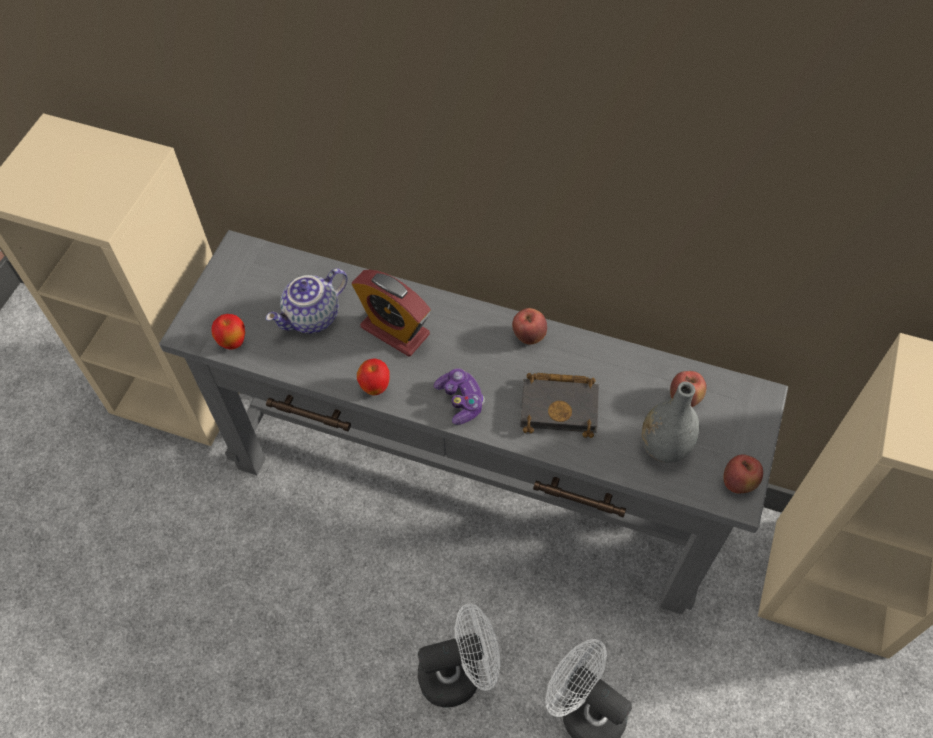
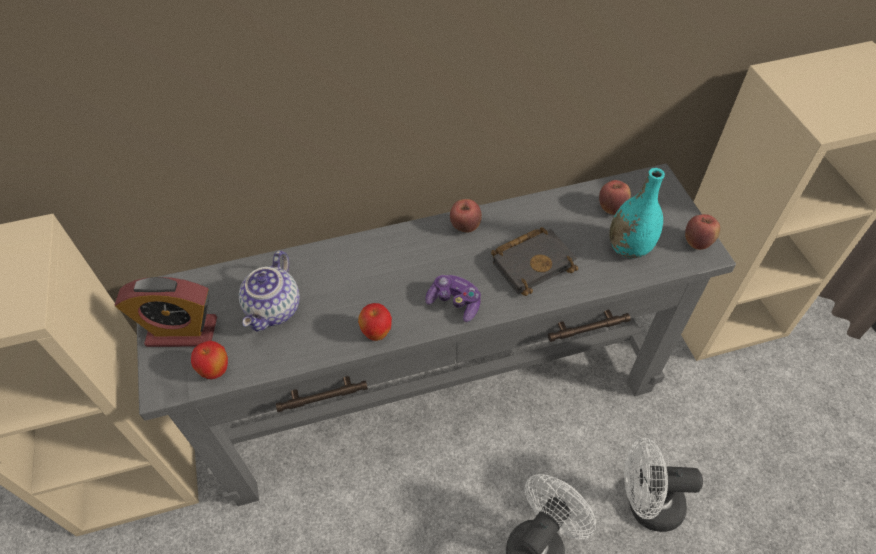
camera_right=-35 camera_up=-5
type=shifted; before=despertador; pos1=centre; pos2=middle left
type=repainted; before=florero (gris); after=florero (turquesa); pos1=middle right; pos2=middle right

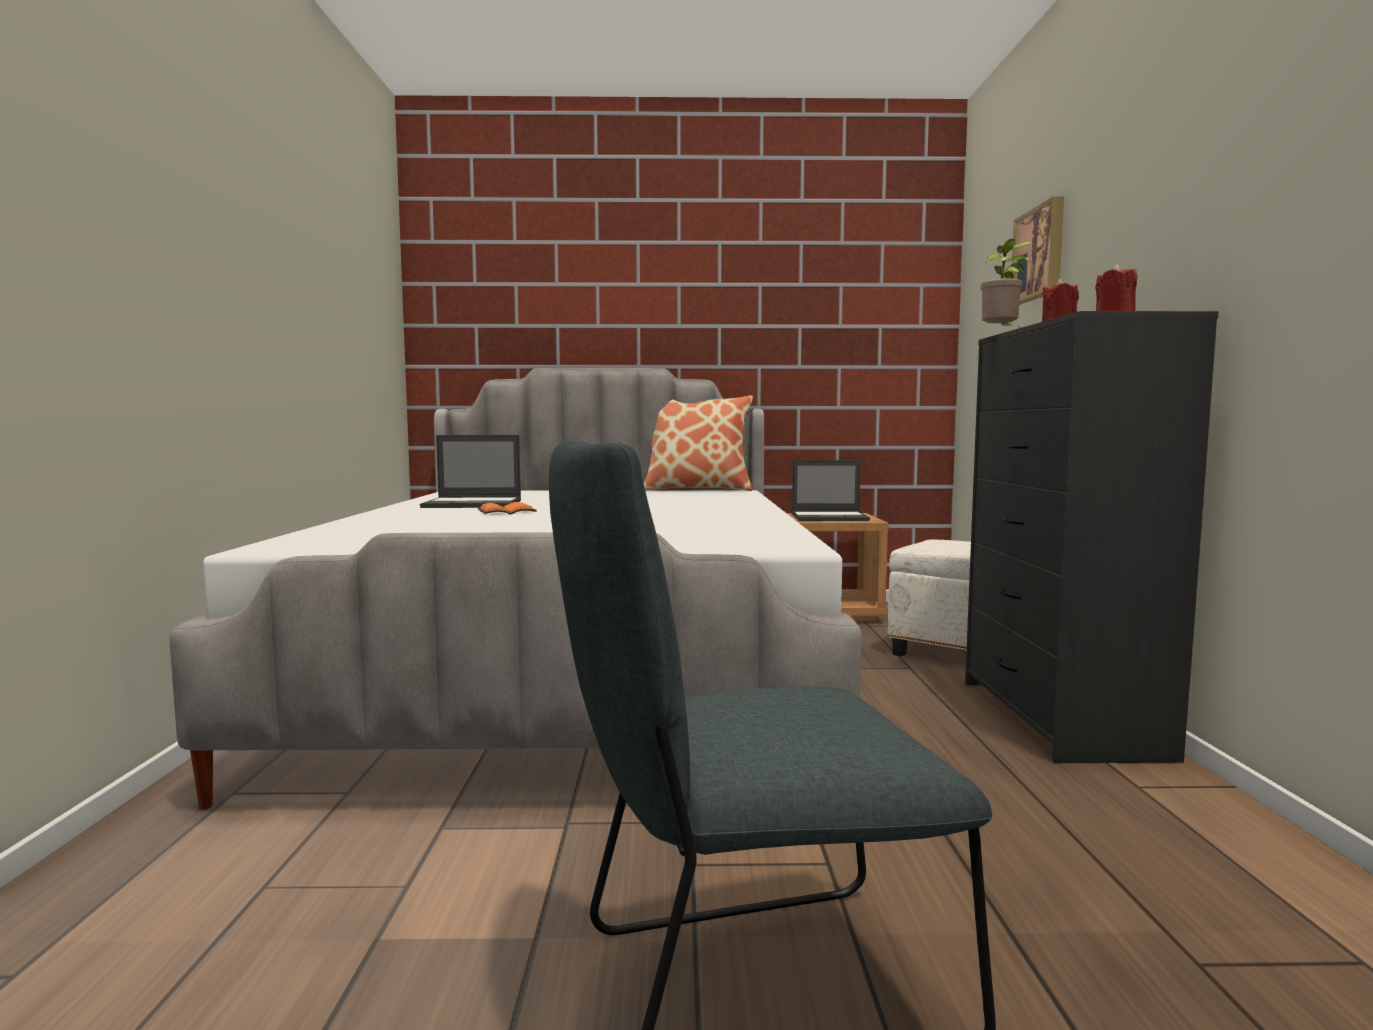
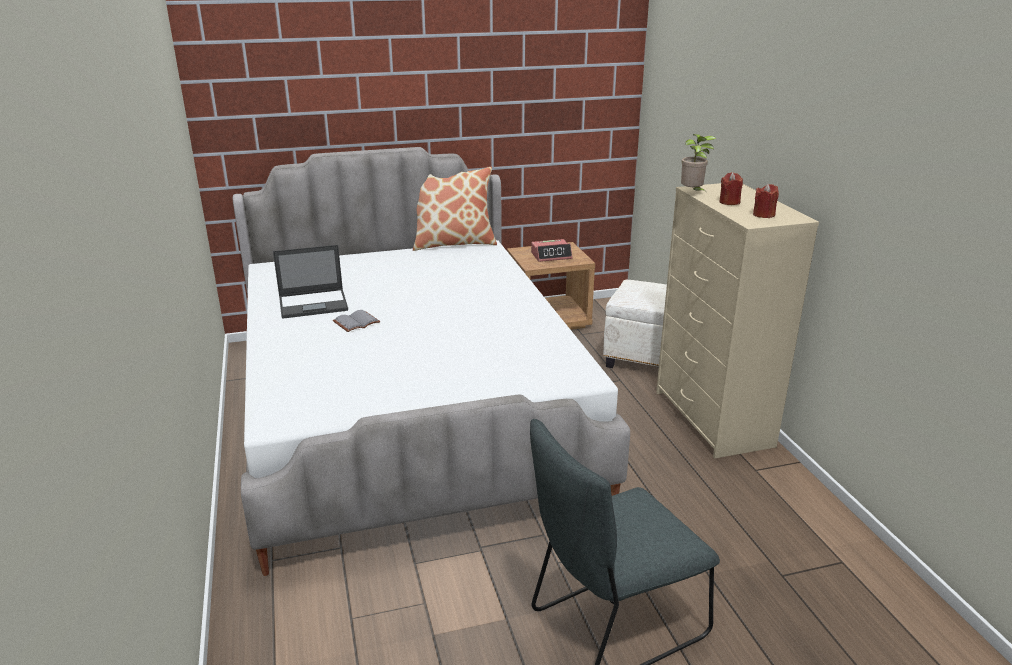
camera_right=-15 camera_up=20
type=gone; before=cuadro; pos1=top right
type=swapped; before=portátil (no. 2 from left); after=despertador; pos1=centre; pos2=centre
type=repainted; before=libro (naranja); after=libro (gris); pos1=centre; pos2=centre
type=repainted; before=cómoda (negro); after=cómoda (beis); pos1=middle right; pos2=middle right

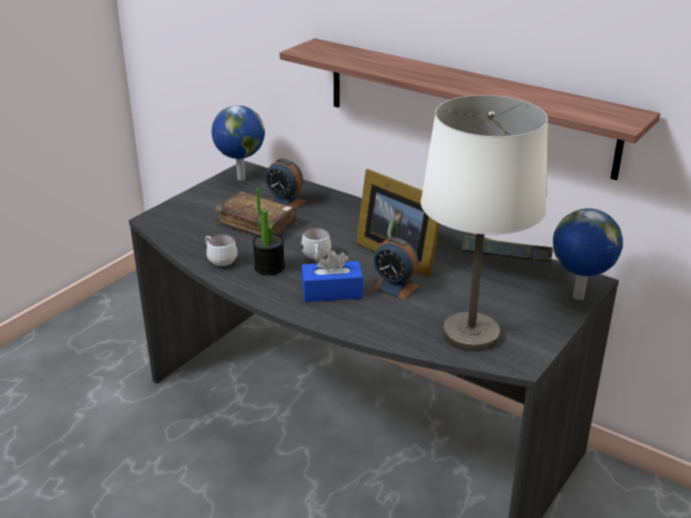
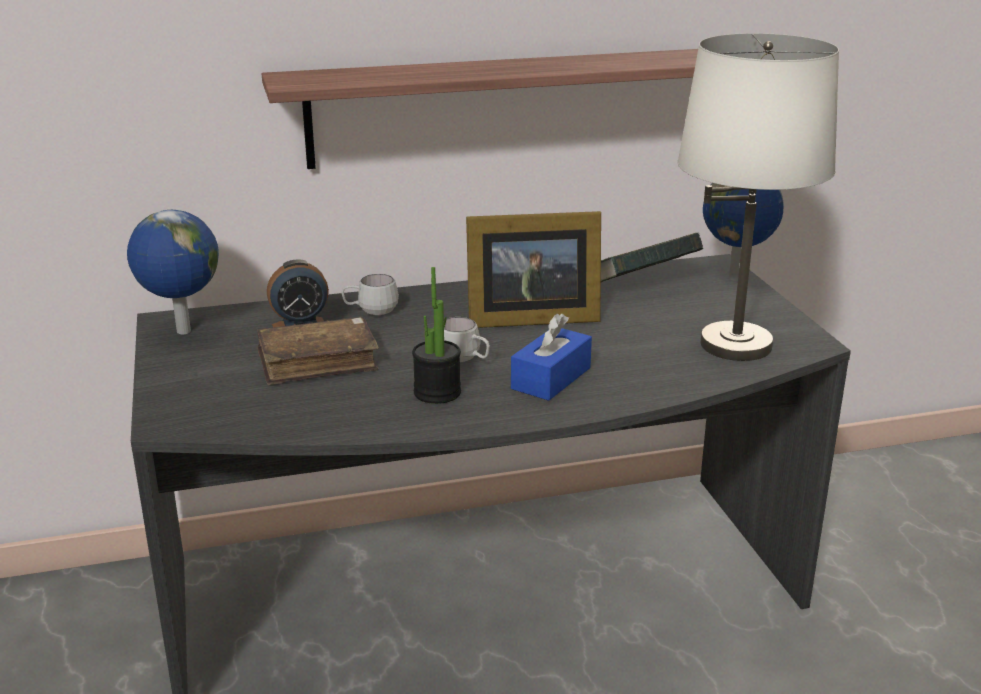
camera_right=-50 camera_up=-5
type=gone; before=despertador (no. 2 from left); pos1=centre
type=shifted; before=taza grande (blanco) (no. 1 from left); pos1=middle left; pos2=centre

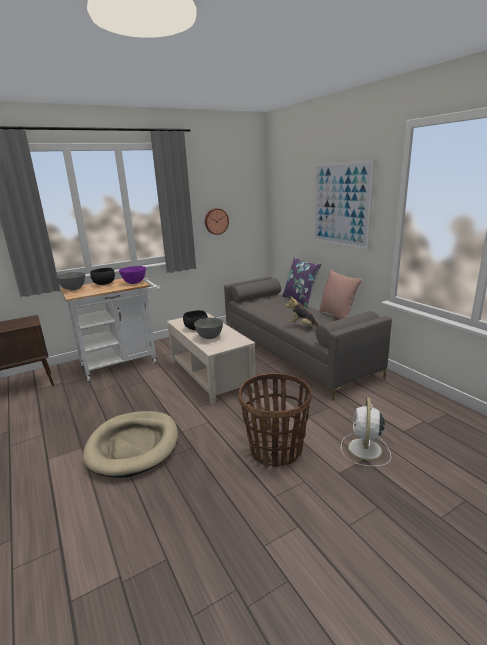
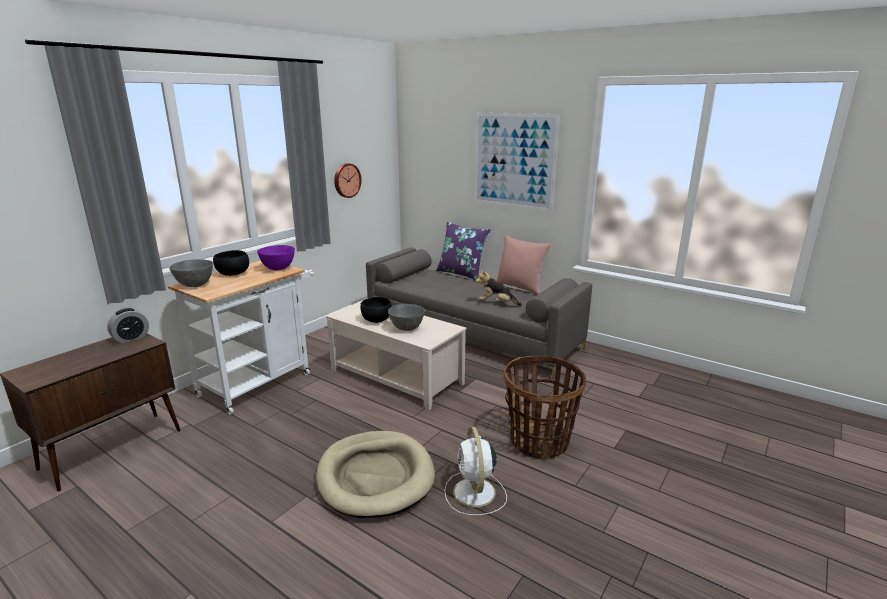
camera_right=-25 camera_up=0
type=new; after=despertador; pos2=middle left
type=shifted; before=ventilador (blanco); pos1=bottom right; pos2=bottom centre

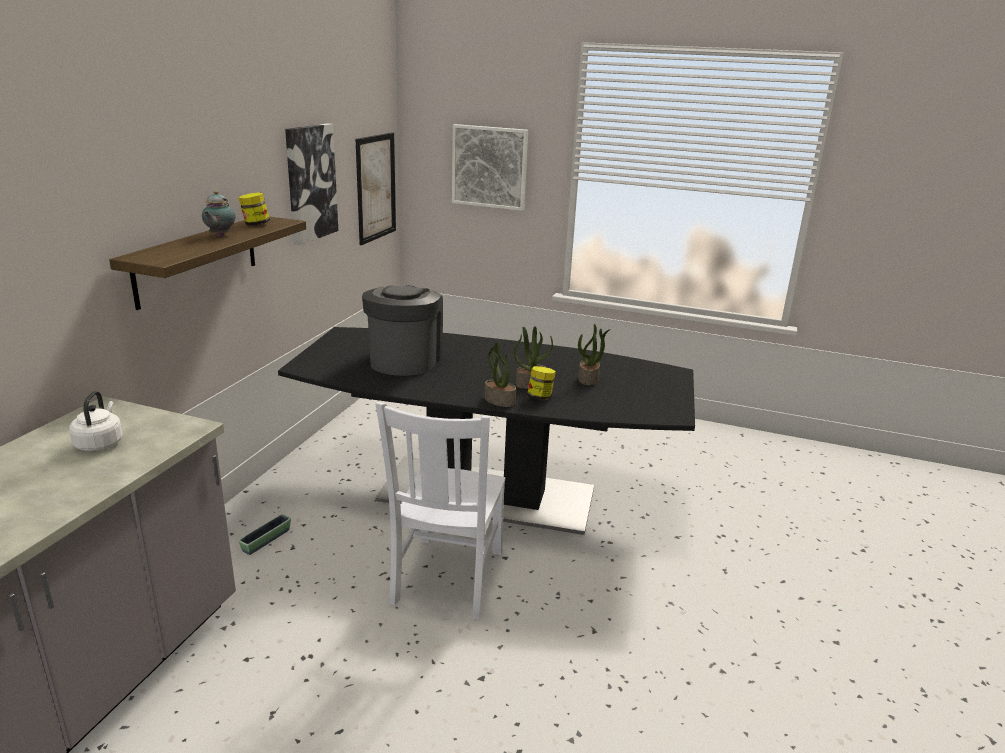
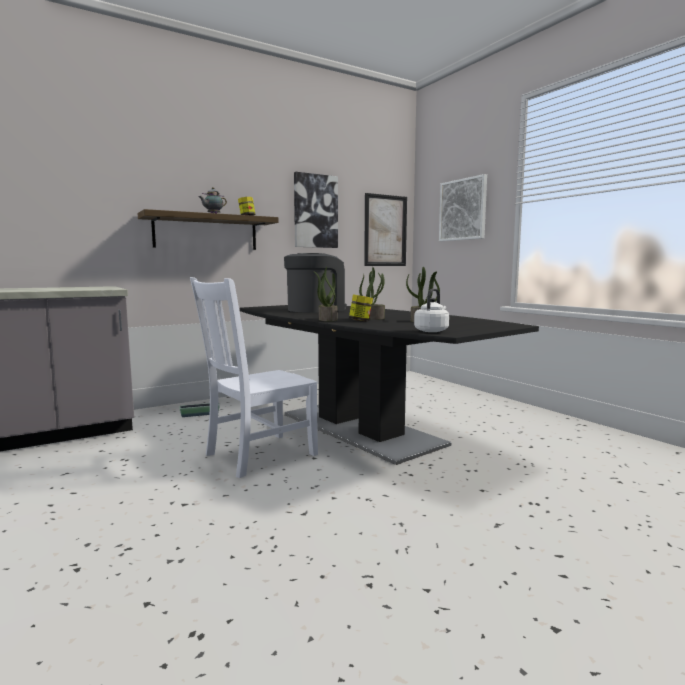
camera_right=40 camera_up=-15
type=shifted; before=hervidor (blanco); pos1=middle left; pos2=centre

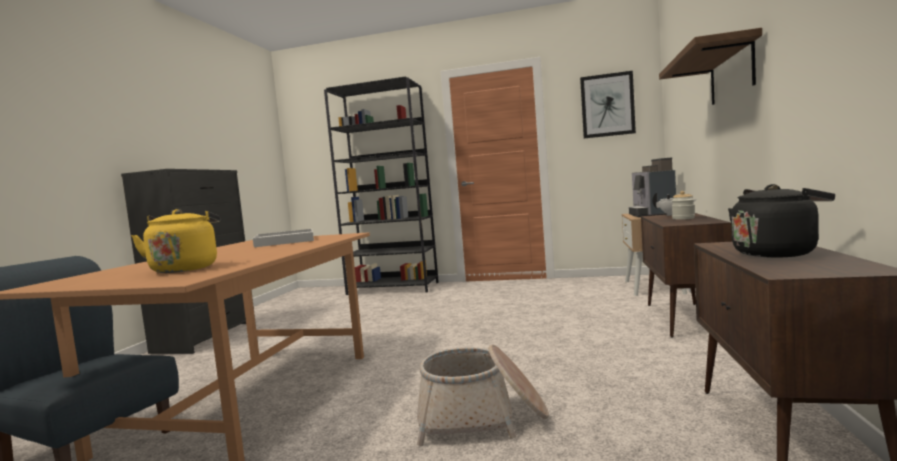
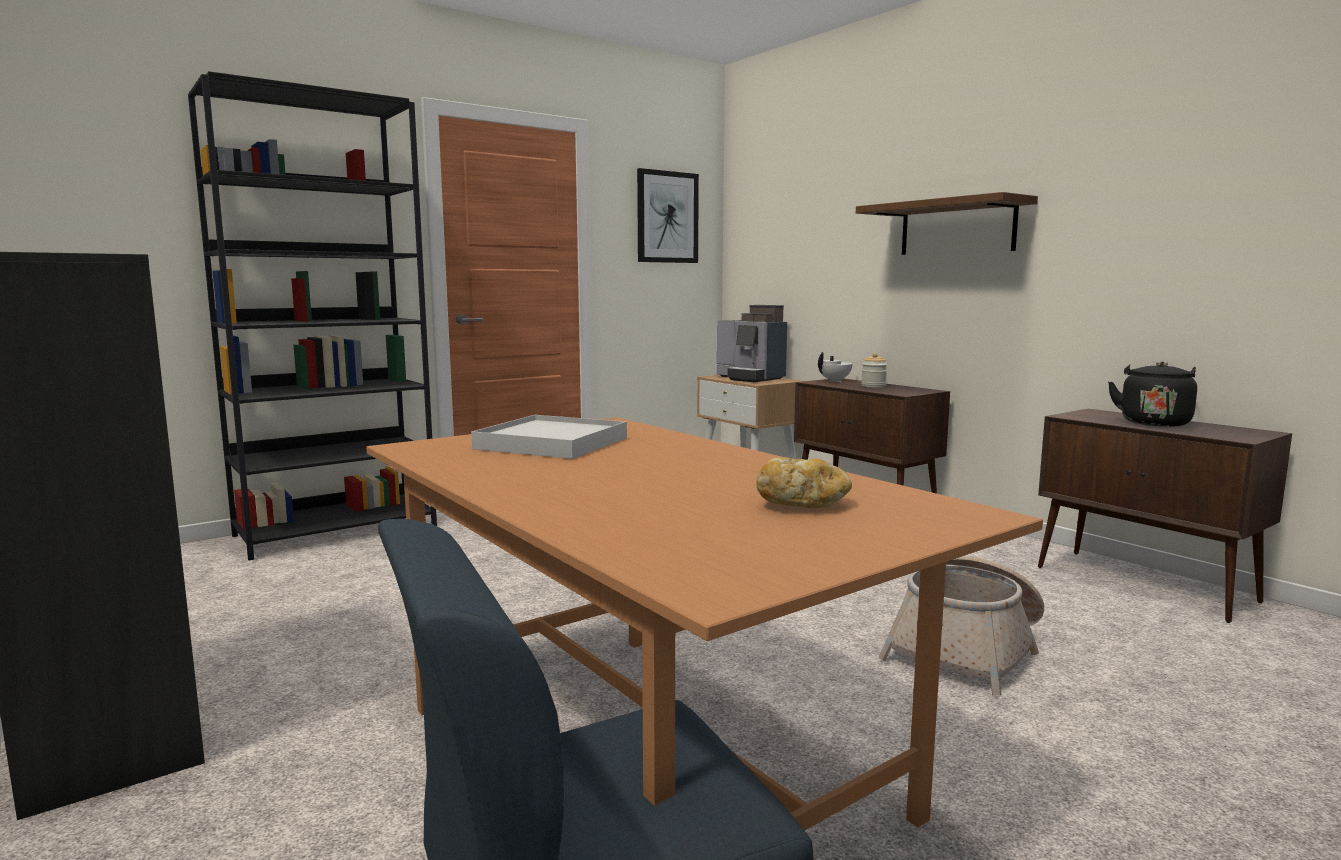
camera_right=-50 camera_up=5
type=swapped; before=hervidor (amarillo); after=pan; pos1=middle left; pos2=centre

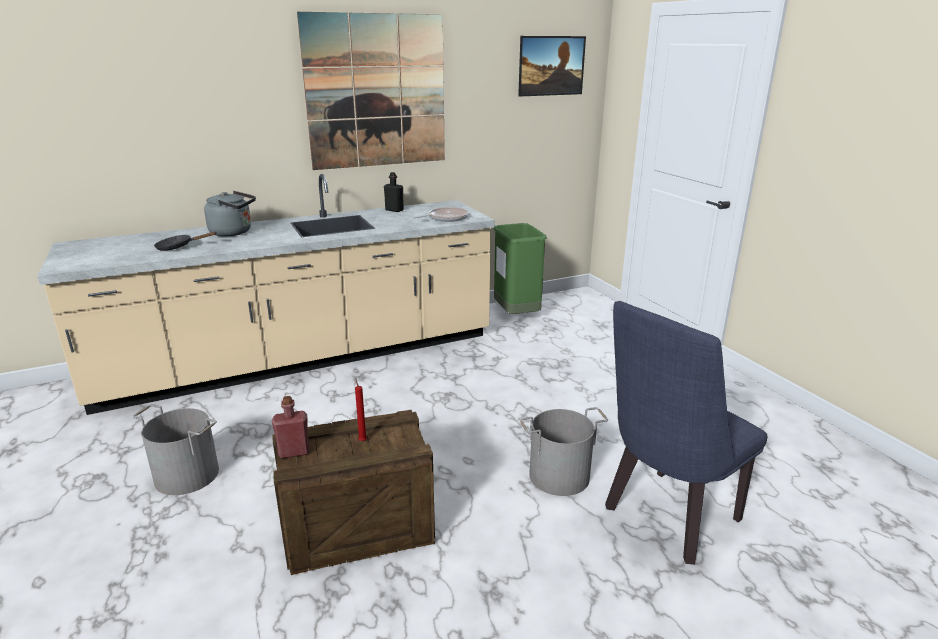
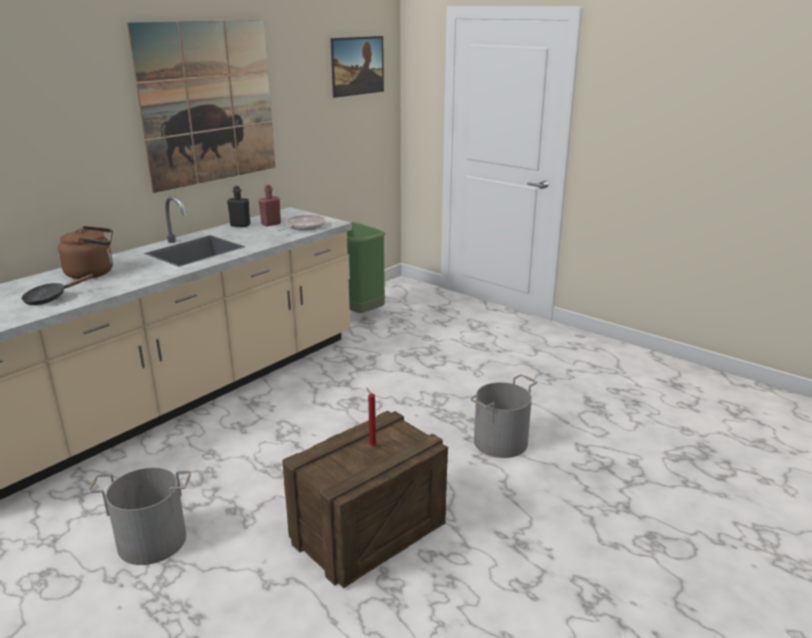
camera_right=-25 camera_up=0
type=gone; before=silla (azul); pos1=bottom right
type=shifted; before=botella (rojo); pos1=bottom left; pos2=top left
type=repainted; before=hervidor (gris); after=hervidor (marrón); pos1=middle left; pos2=middle left

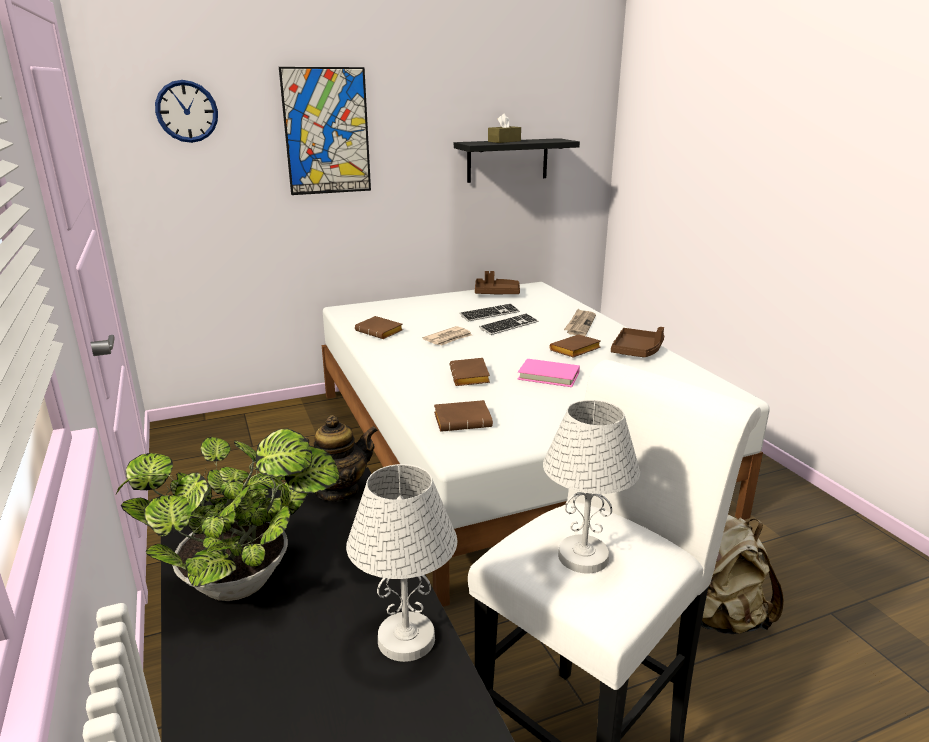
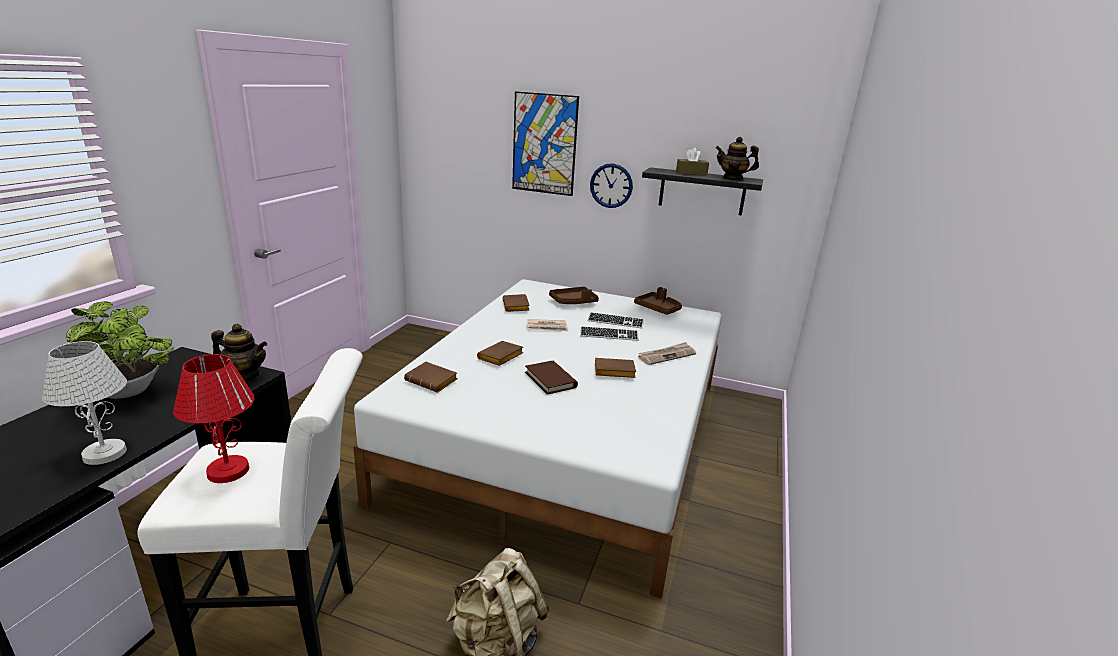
camera_right=40 camera_up=0
type=new; after=tetera (no. 2 from left); pos2=top centre
type=shifted; before=reloj de pared; pos1=top left; pos2=top centre
type=shifted; before=bandeja (marrón) (no. 2 from left in the first image); after=bandeja (marrón) (no. 1 from left); pos1=middle right; pos2=centre
type=repainted; before=libro (rosa); after=libro (marrón) (no. 4 from left); pos1=centre; pos2=centre
type=repainted; before=lámpara de mesa (blanco) (no. 2 from left); after=lámpara de mesa (rojo); pos1=centre; pos2=middle left

